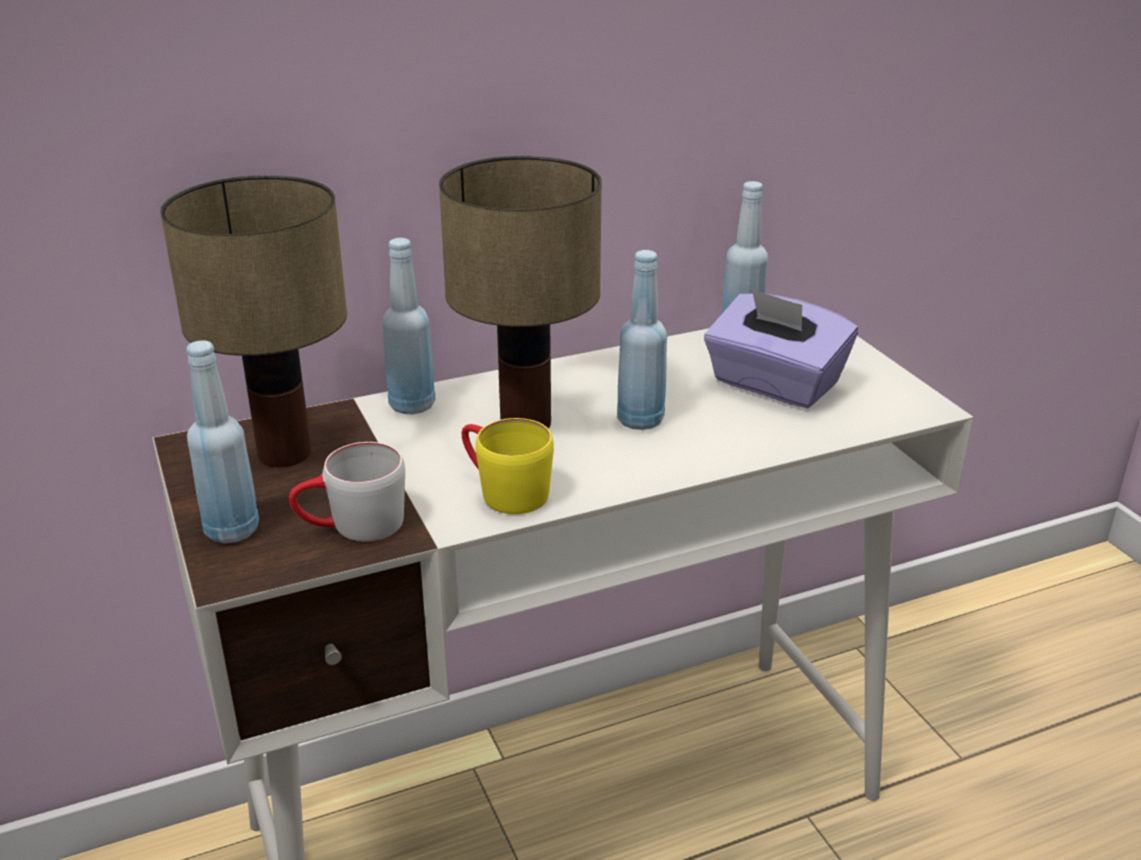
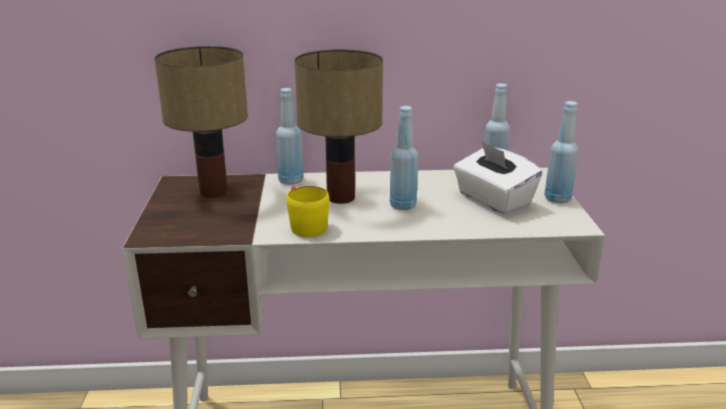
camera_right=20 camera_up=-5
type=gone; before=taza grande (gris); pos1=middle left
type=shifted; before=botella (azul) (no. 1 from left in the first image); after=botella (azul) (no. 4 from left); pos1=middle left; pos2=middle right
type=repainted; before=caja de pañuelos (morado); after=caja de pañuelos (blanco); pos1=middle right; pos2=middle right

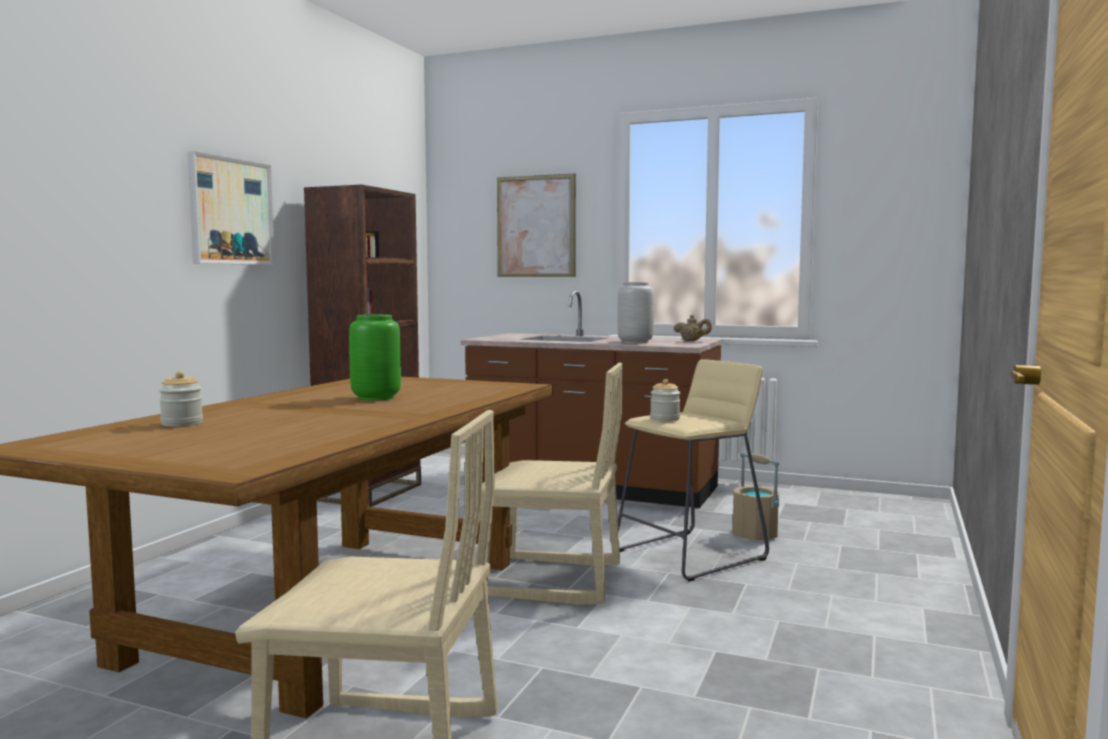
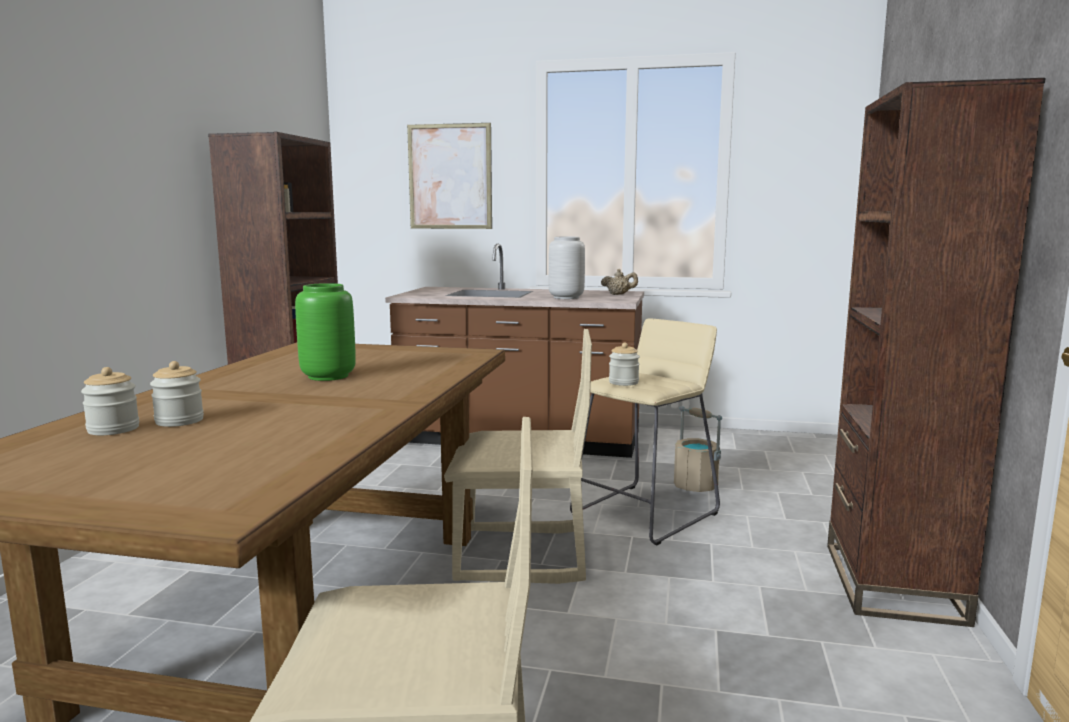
camera_right=-10 camera_up=5
type=gone; before=cuadro (no. 1 from left); pos1=top left
type=new; after=tarro (no. 2 from left); pos2=middle left
type=new; after=estantería (marrón) (no. 2 from left); pos2=middle right

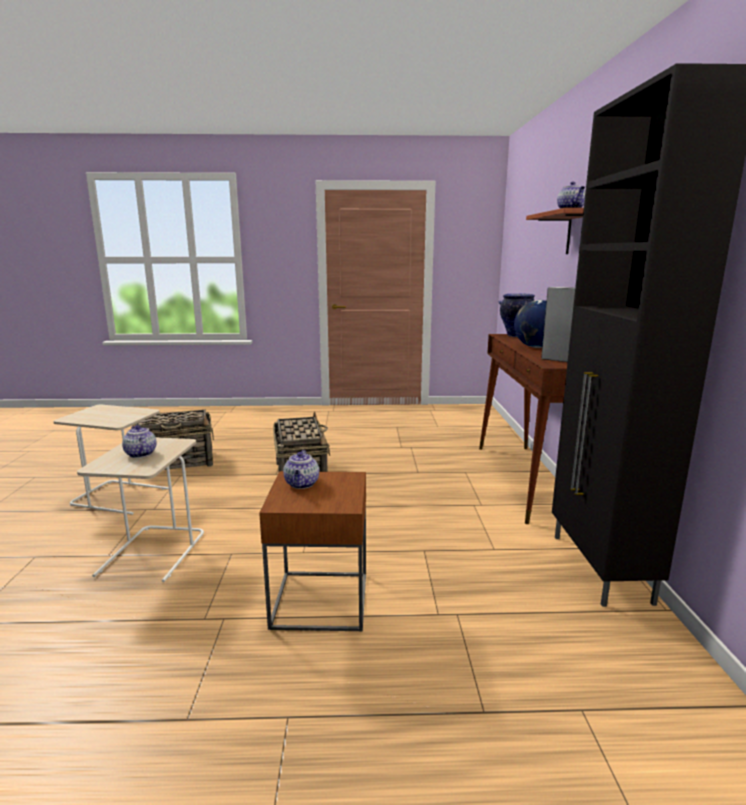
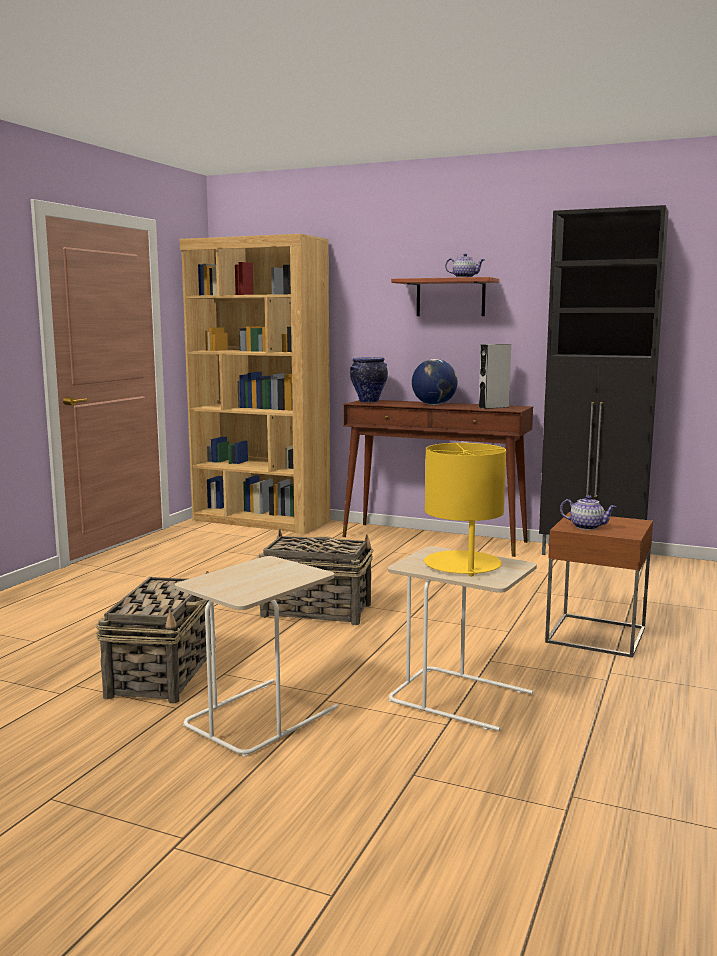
camera_right=-65 camera_up=-5
type=new; after=estantería (marrón); pos2=centre
type=swapped; before=tetera (no. 1 from left); after=lámpara de mesa (amarillo); pos1=middle left; pos2=centre

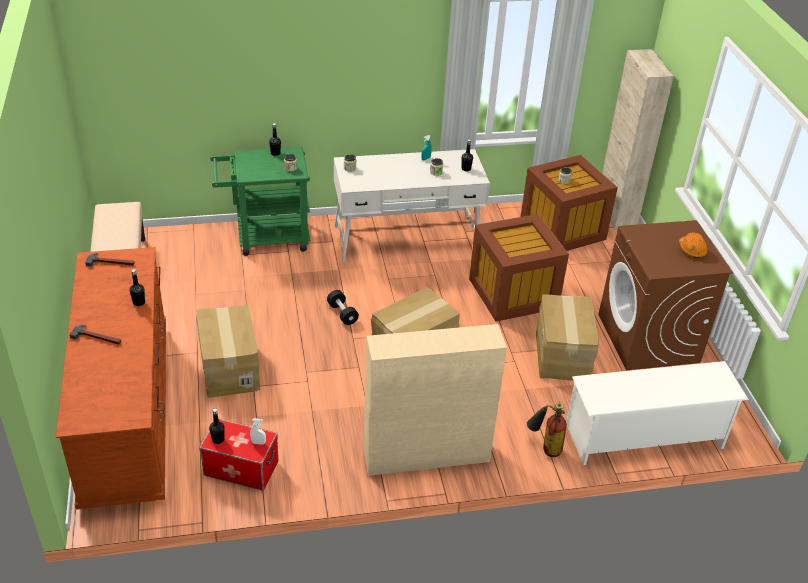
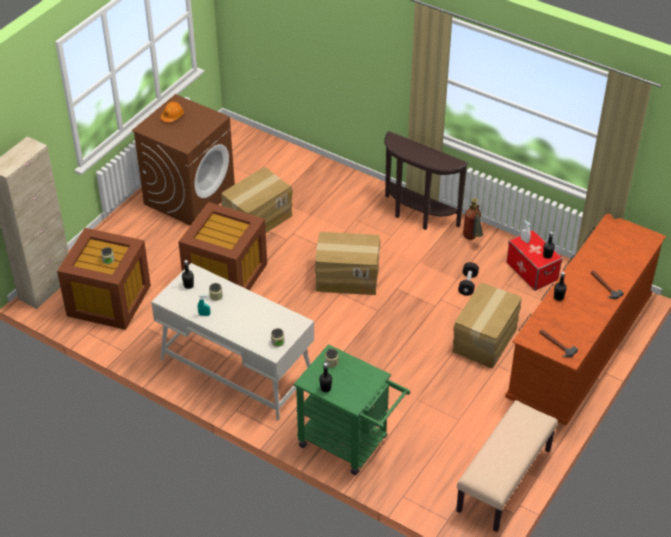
camera_right=-135 camera_up=5
type=gone; before=zapatero (blanco); pos1=bottom right
type=shifted; before=mancuerna (negro); pos1=centre; pos2=middle right
type=shifted; before=extintor; pos1=bottom right; pos2=middle right
type=swapped; before=estantería (beis); after=mesa consola (marrón); pos1=bottom centre; pos2=centre

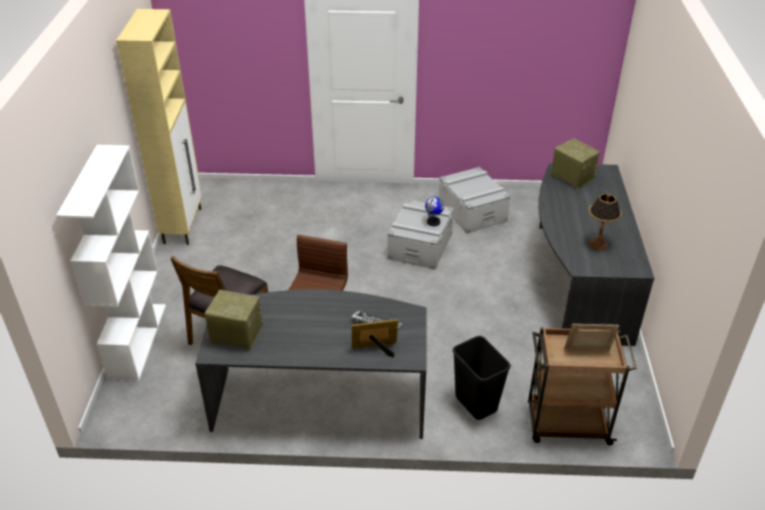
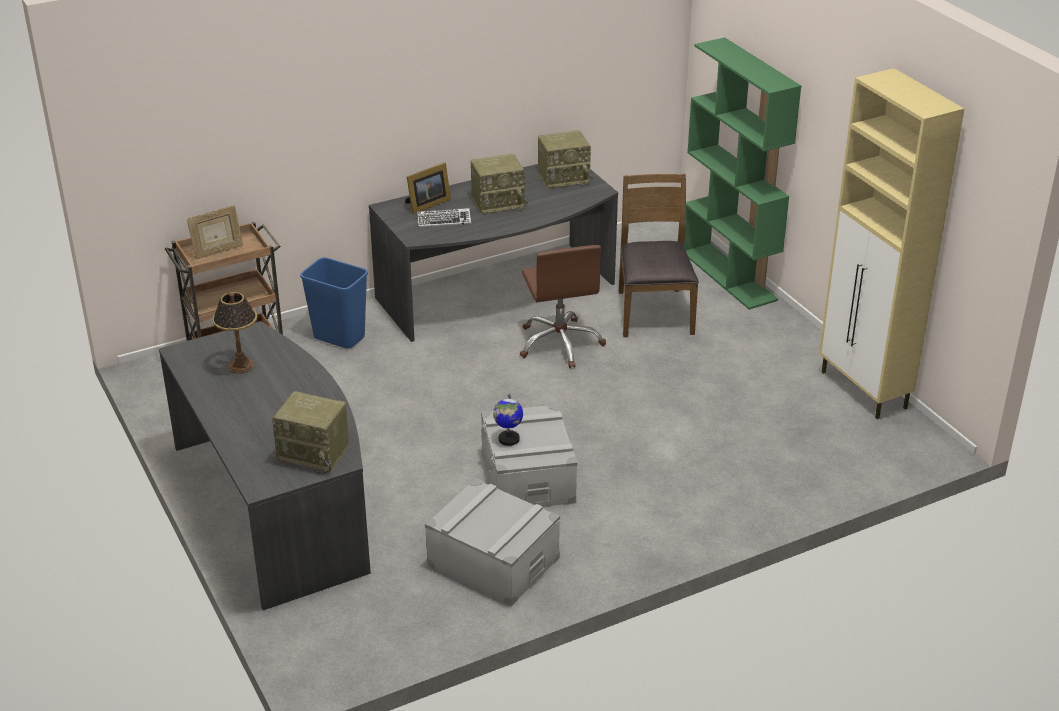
camera_right=150 camera_up=-5
type=new; after=radio (no. 2 from left); pos2=top centre
type=repainted; before=estantería (blanco); after=estantería (verde); pos1=middle left; pos2=top right
type=repainted; before=papelera (negro); after=papelera (azul); pos1=bottom centre; pos2=middle left

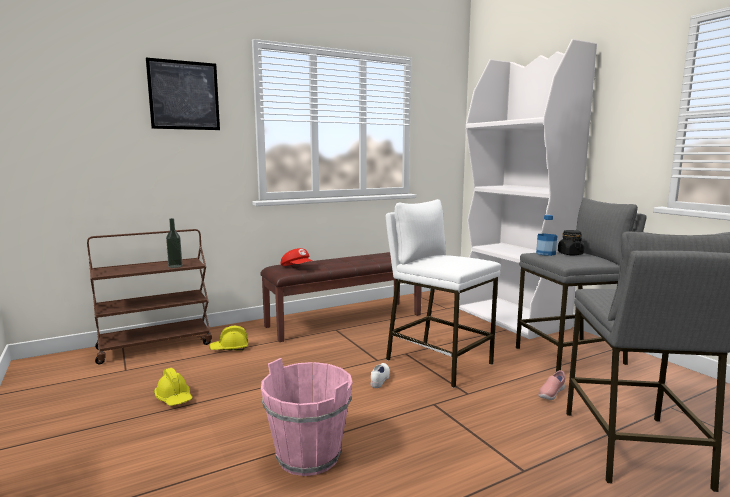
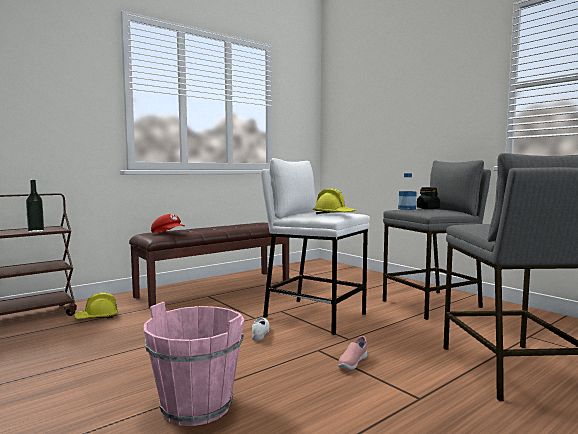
camera_right=-10 camera_up=-5
type=gone; before=cuadro; pos1=top left
type=gone; before=estantería (blanco); pos1=middle right
type=shifted; before=casco (amarillo) (no. 1 from left in the first image); after=casco (amarillo) (no. 2 from left); pos1=bottom left; pos2=centre
type=shifted; before=zapato (rosa); pos1=bottom right; pos2=bottom centre

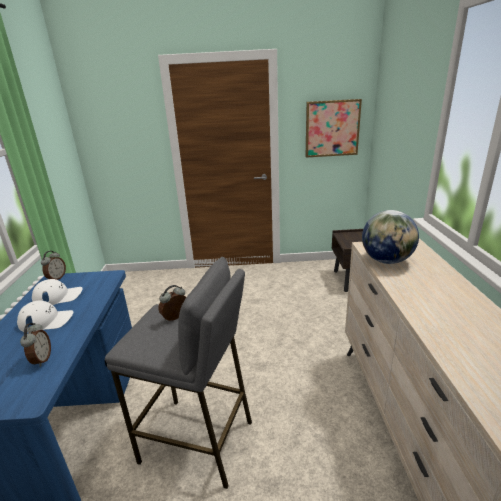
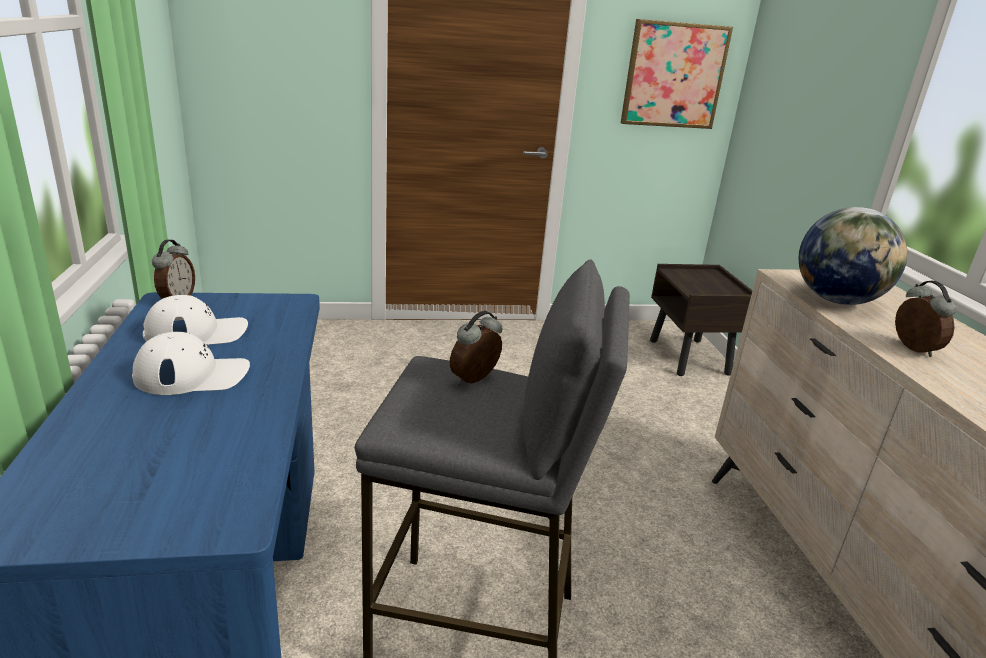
camera_right=-10 camera_up=0
type=shifted; before=despertador (no. 1 from left in the first image); after=despertador (no. 3 from left); pos1=bottom left; pos2=middle right

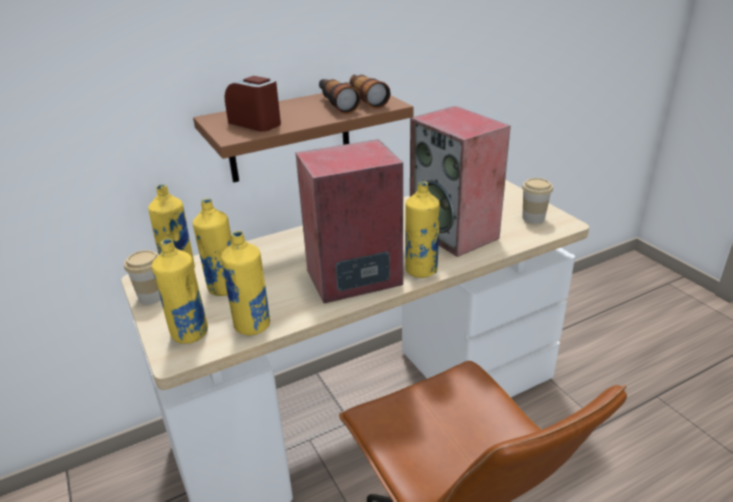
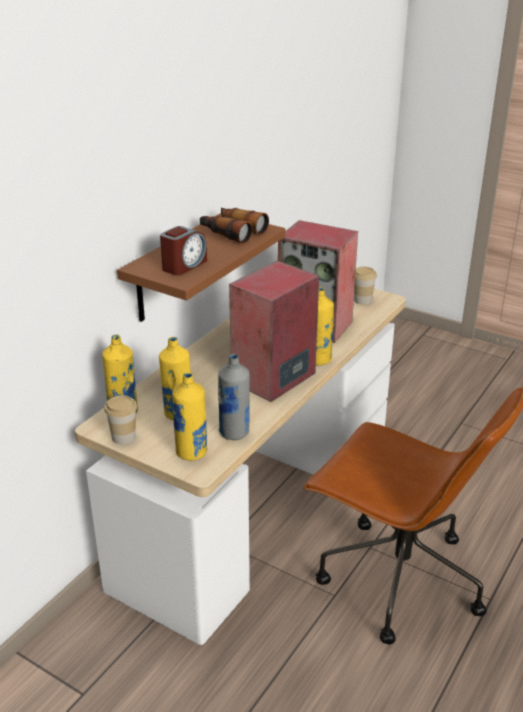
camera_right=-30 camera_up=0
type=repainted; before=botella (amarillo) (no. 4 from left); after=botella (gris); pos1=centre; pos2=centre
type=rotated; before=despertador; pos1=top centre; pos2=centre; turn=120

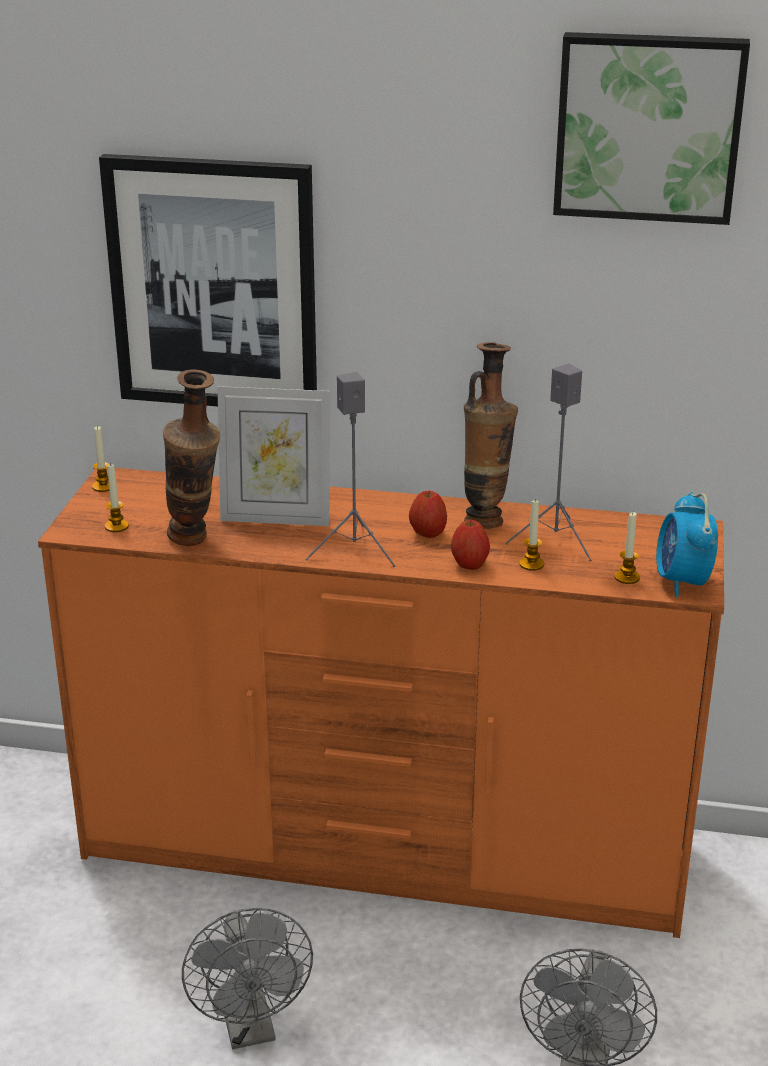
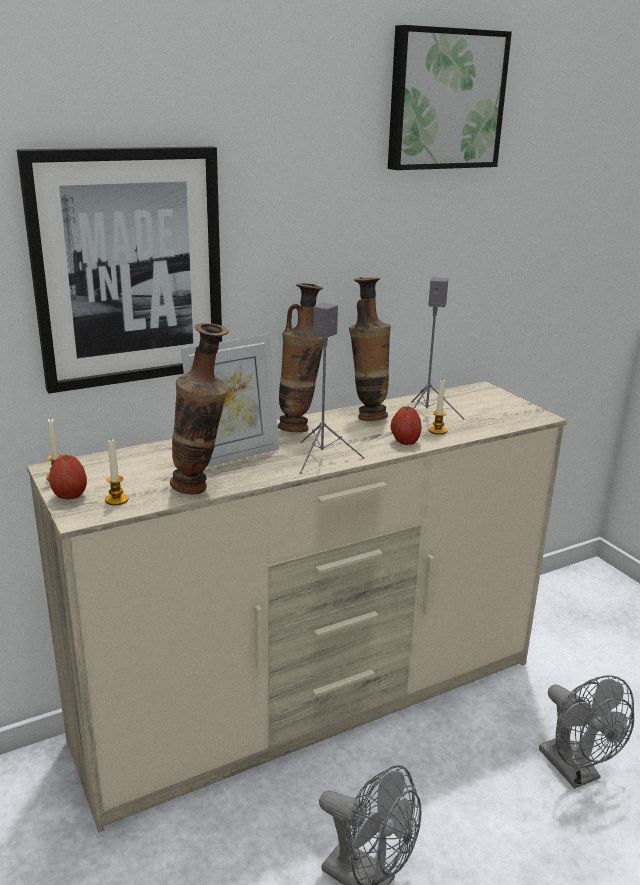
camera_right=-40 camera_up=-5
type=gone; before=vela (no. 4 from left); pos1=middle right
type=gone; before=despertador; pos1=middle right
type=new; after=florero (no. 2 from left); pos2=centre
type=shifted; before=manzana (no. 1 from left); pos1=centre; pos2=middle left
type=repainted; before=cómoda (naranja); after=cómoda (beis); pos1=centre; pos2=bottom centre

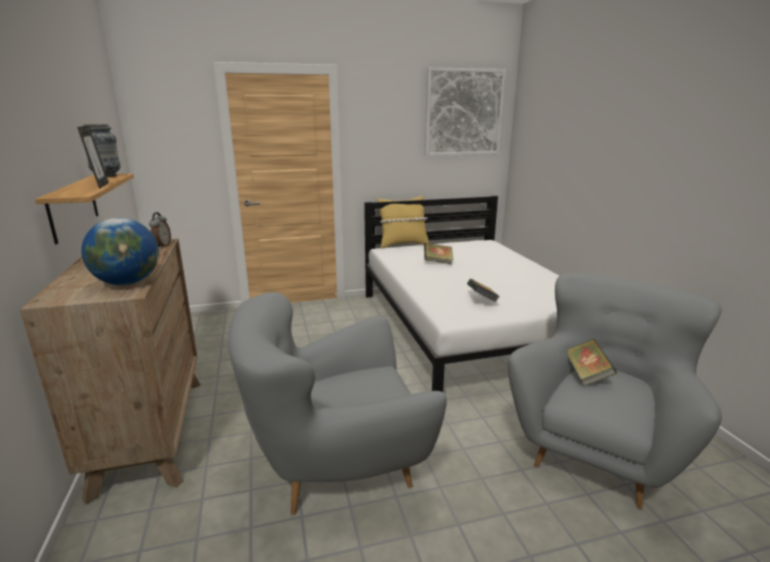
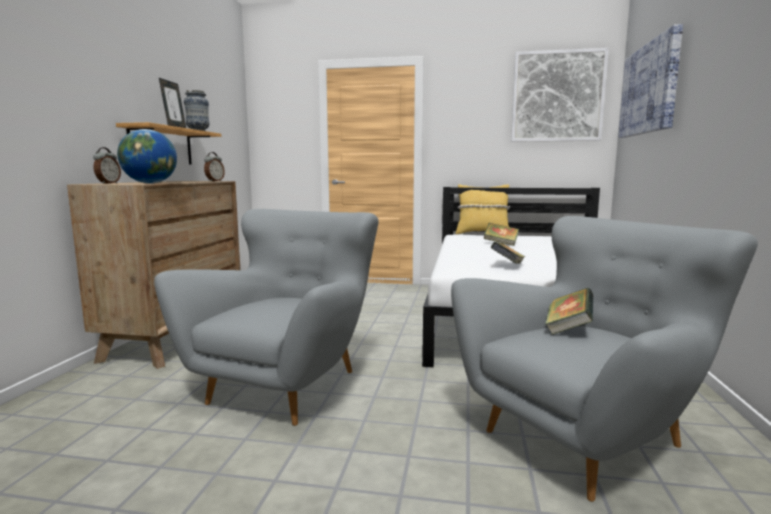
camera_right=25 camera_up=-10
type=new; after=despertador (no. 1 from left); pos2=top left
type=new; after=cuadro (no. 2 from left); pos2=top right
type=rotated; before=sillón (gris) (no. 1 from left); pos1=bottom centre; pos2=centre; turn=105

